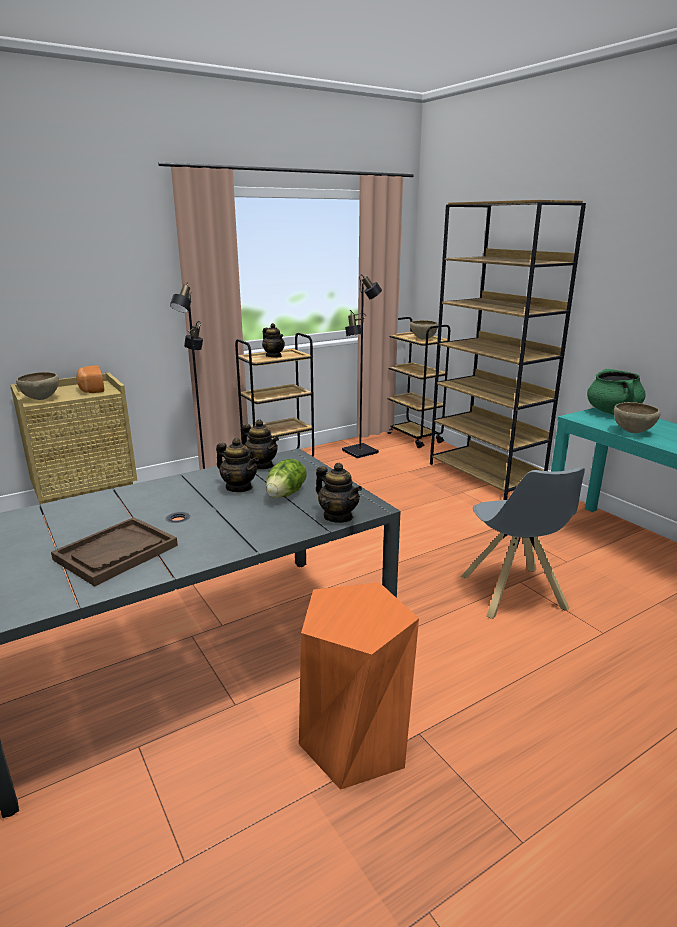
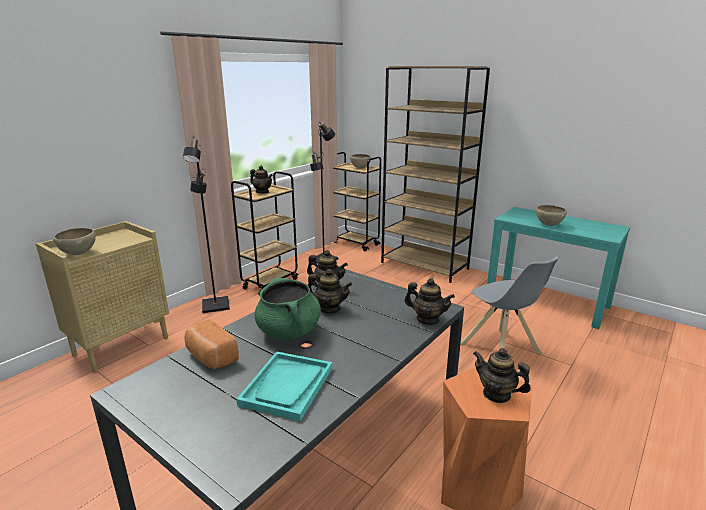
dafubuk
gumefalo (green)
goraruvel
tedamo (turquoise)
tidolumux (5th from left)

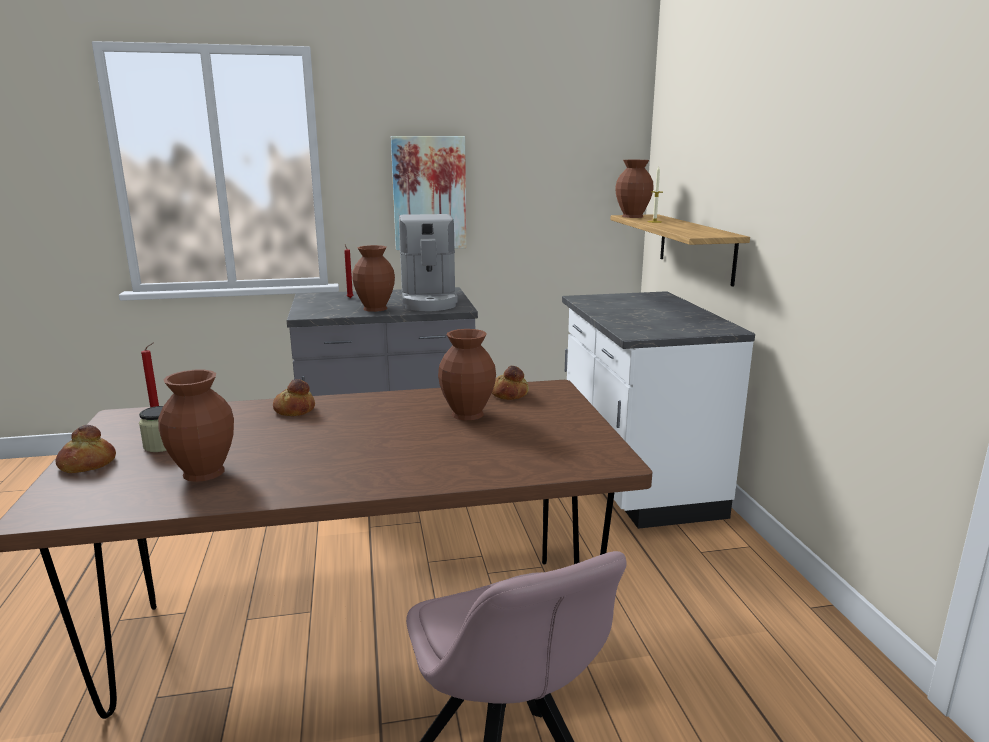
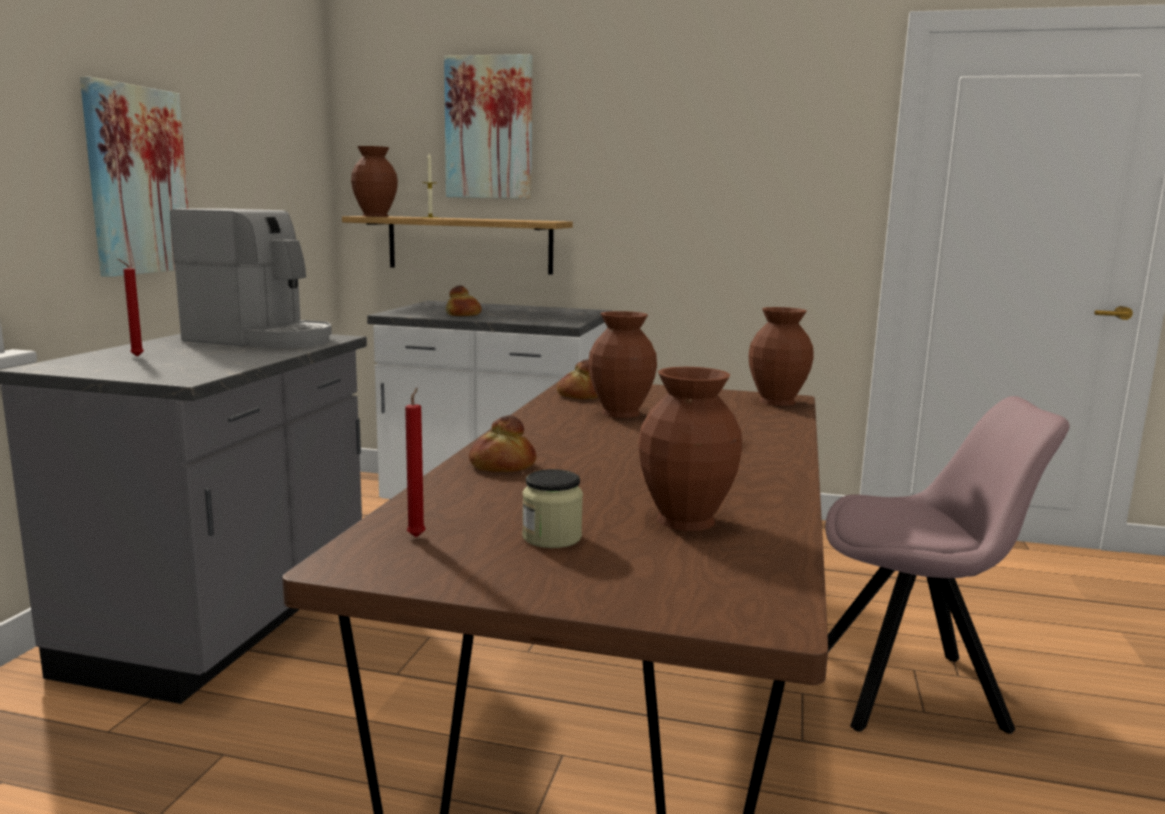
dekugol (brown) (4th from left)
dafubuk (1st from left)
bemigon (2nd from left)

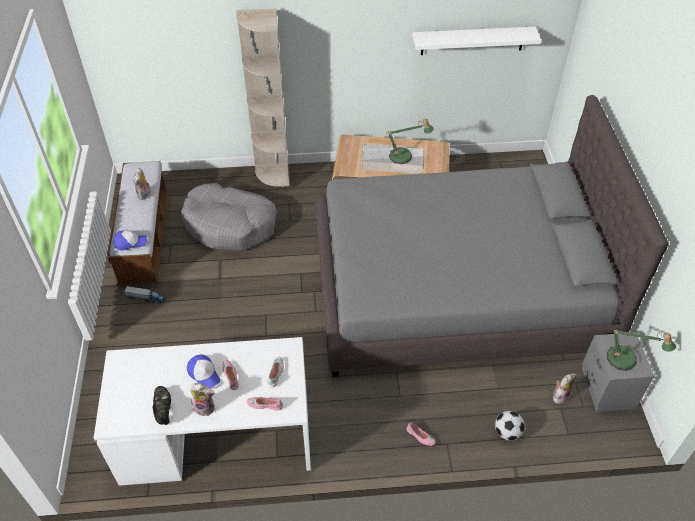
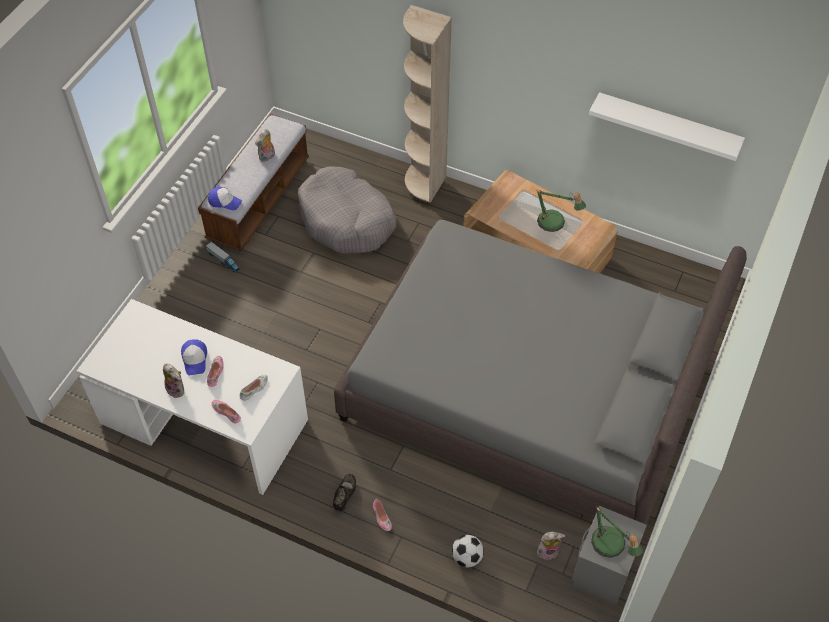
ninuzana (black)

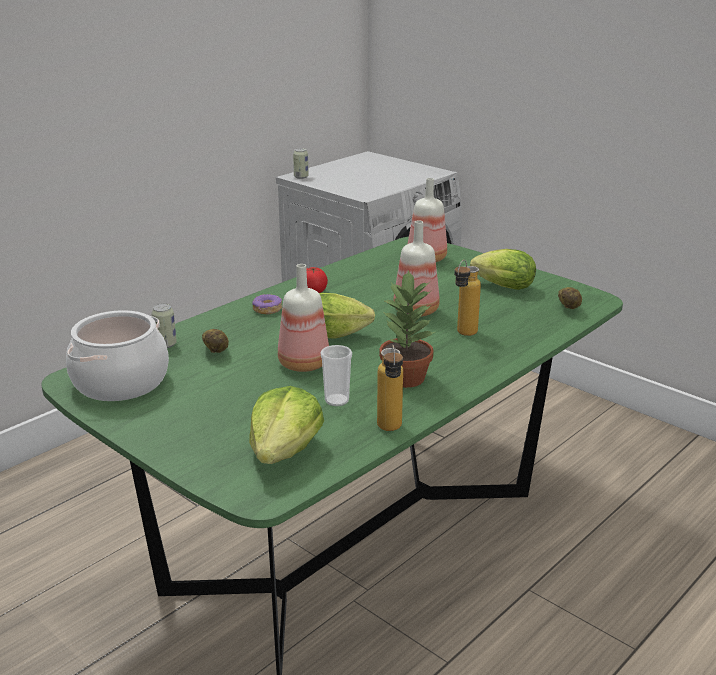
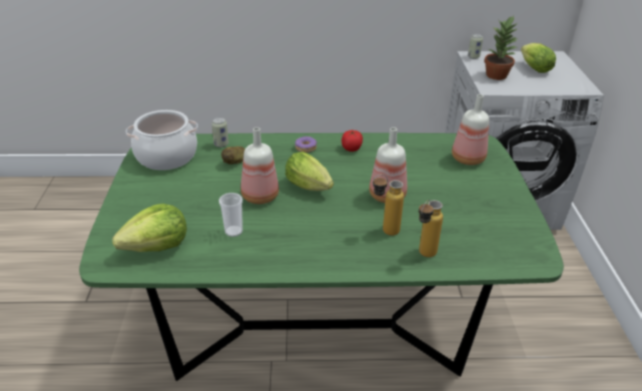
goraruvel (3rd from left)
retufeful
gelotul (2nd from left in the first image)
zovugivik (4th from left)

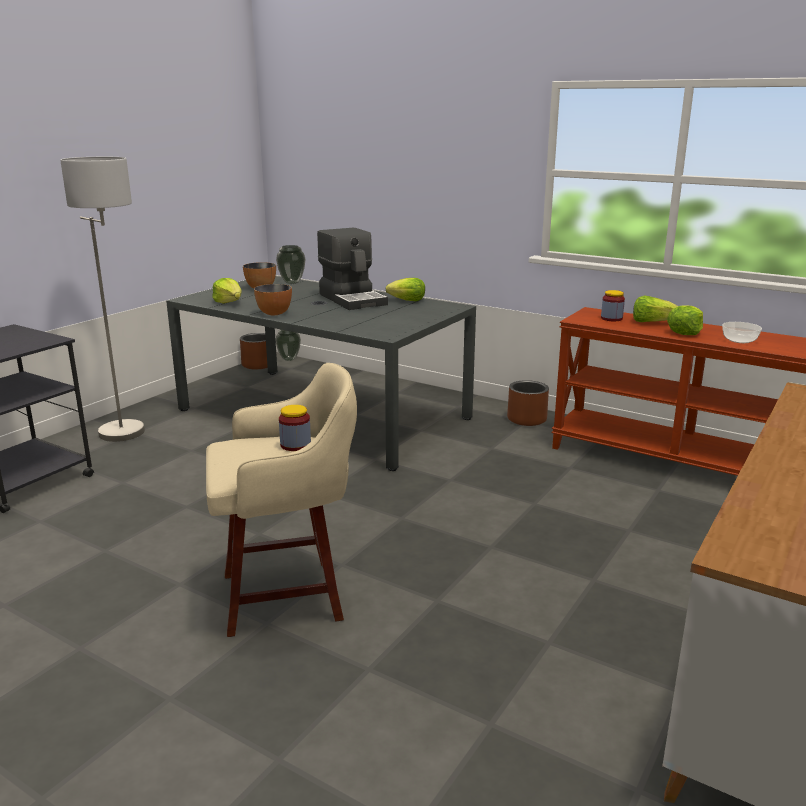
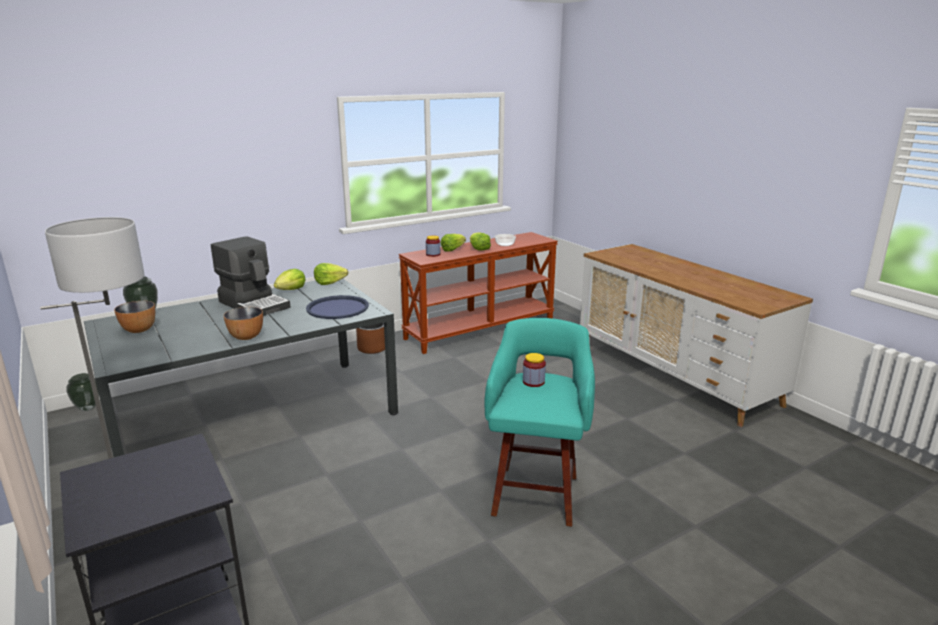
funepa
goraruvel (2nd from left)
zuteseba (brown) (1st from left in the first image)
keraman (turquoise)
tedamo (blue)

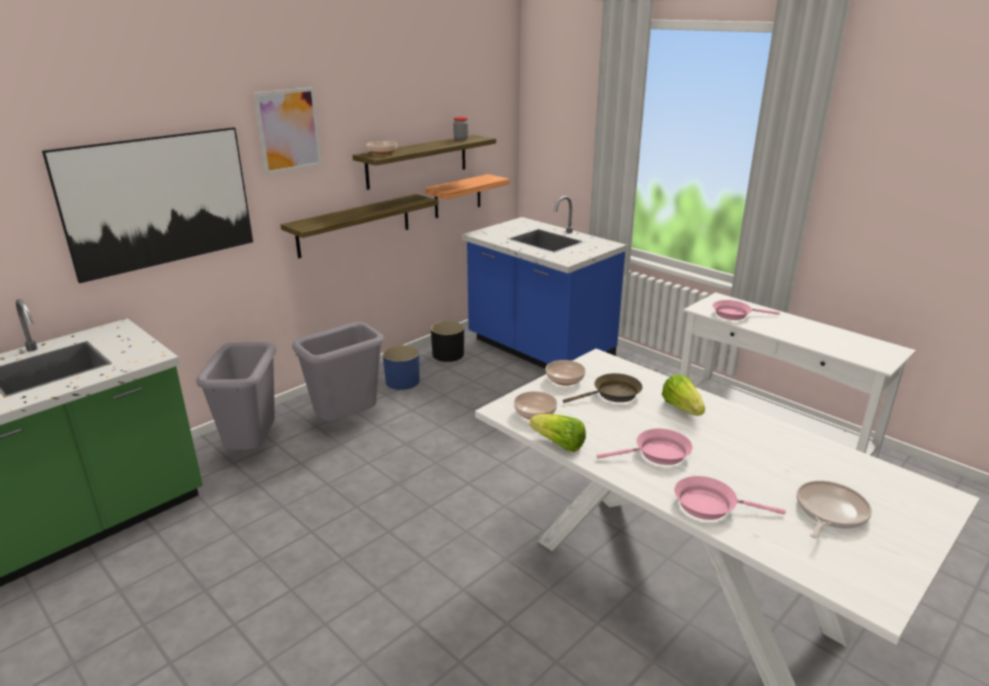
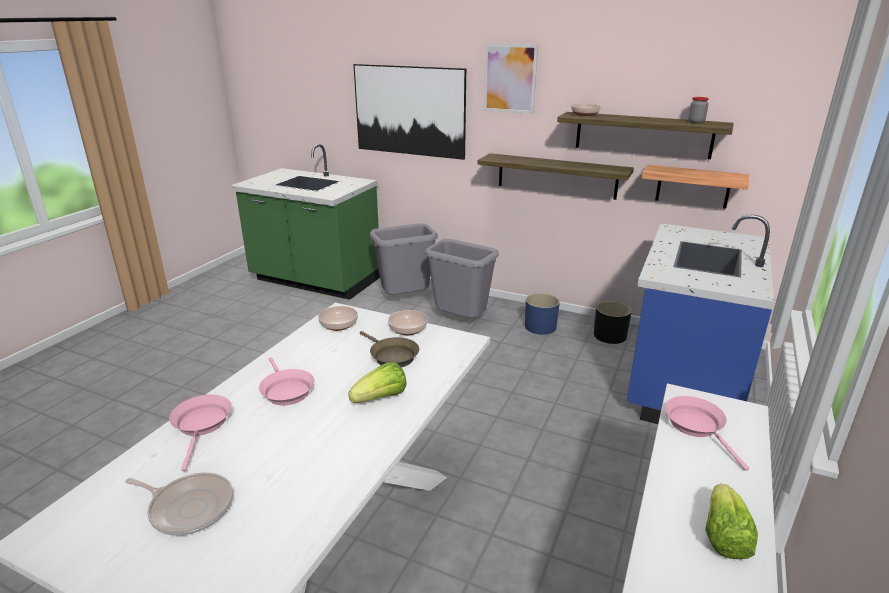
goraruvel (2nd from left)

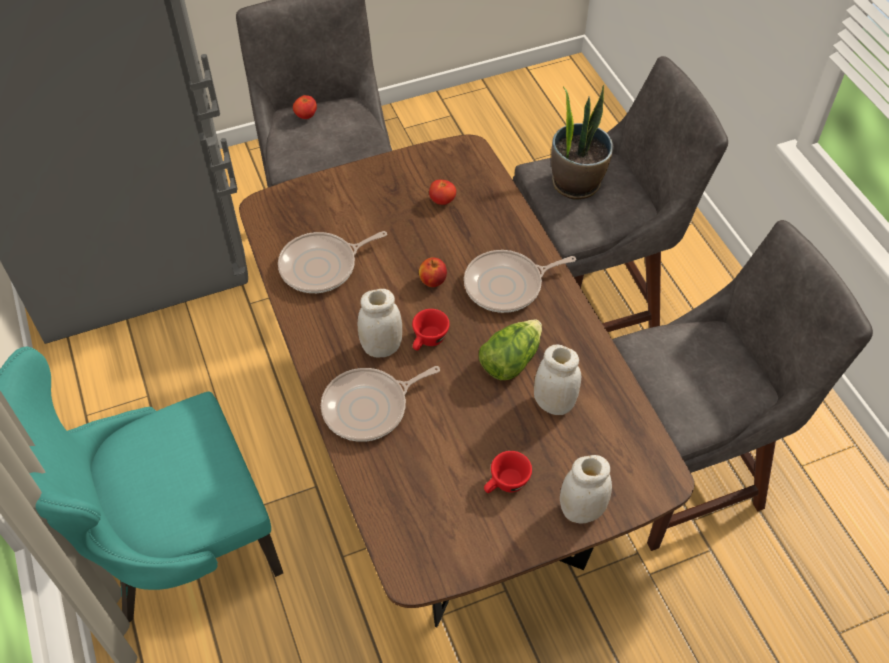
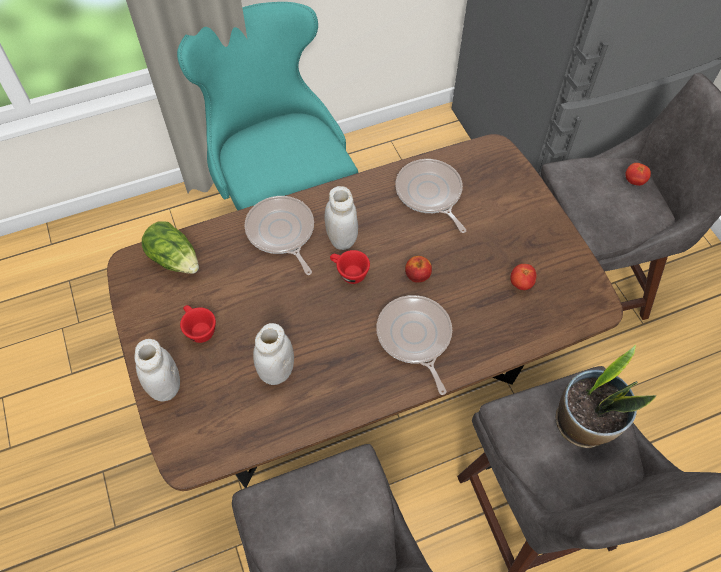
goraruvel

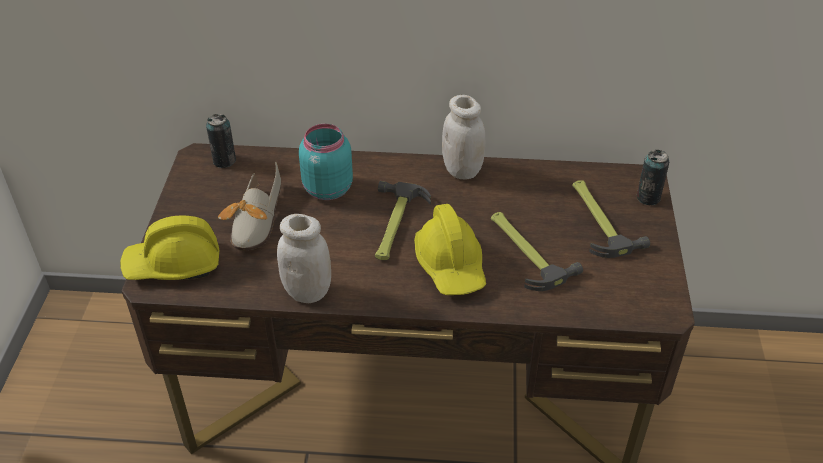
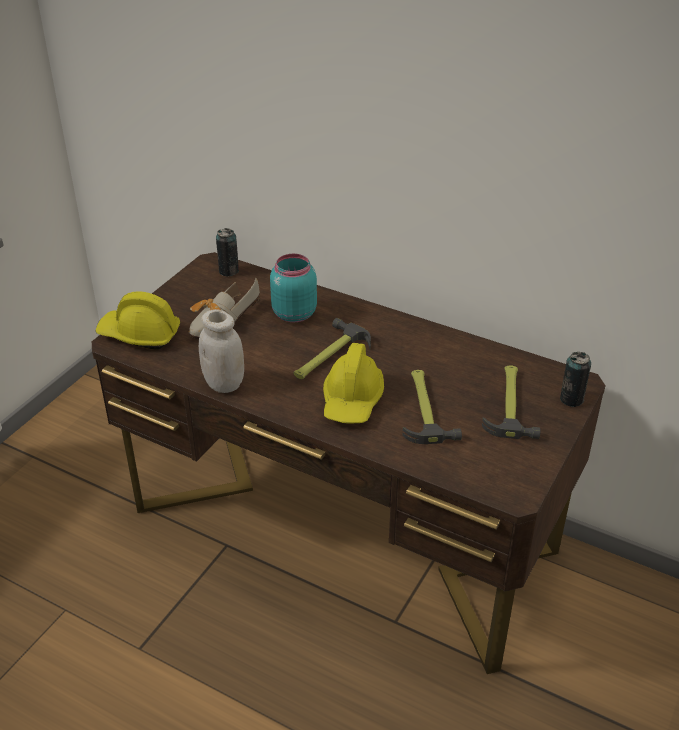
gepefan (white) (2nd from left in the first image)

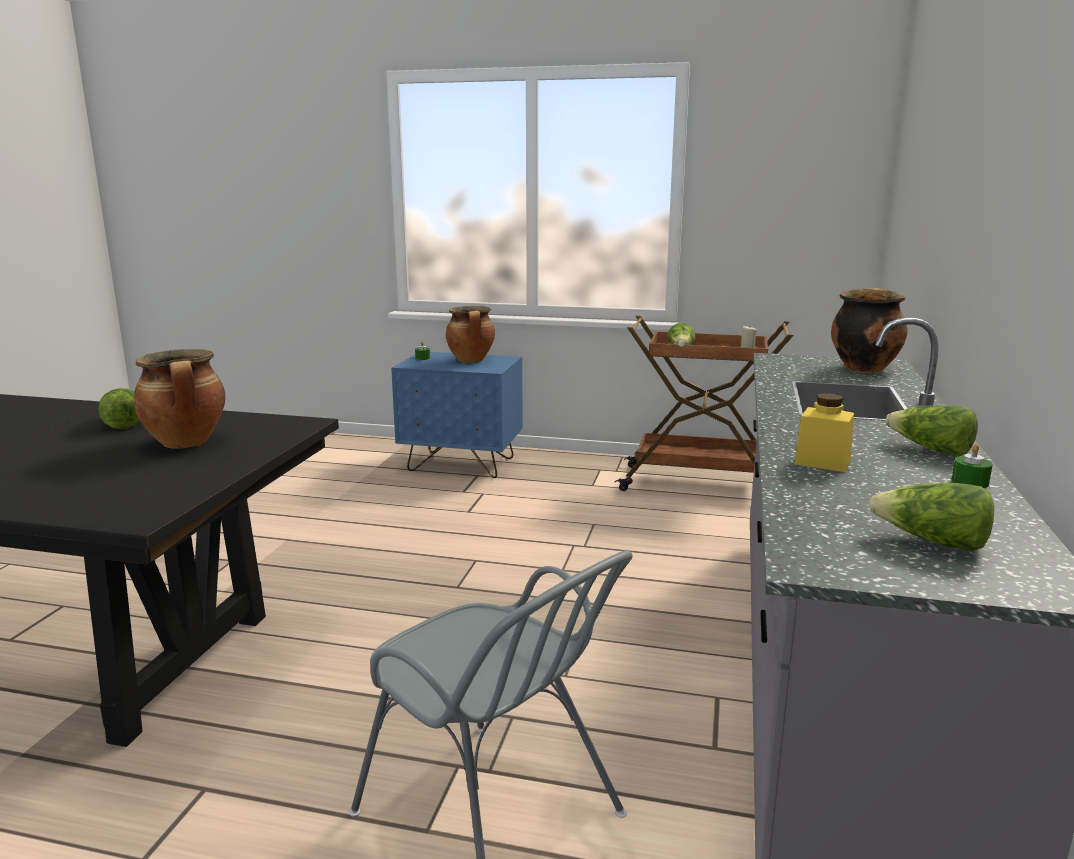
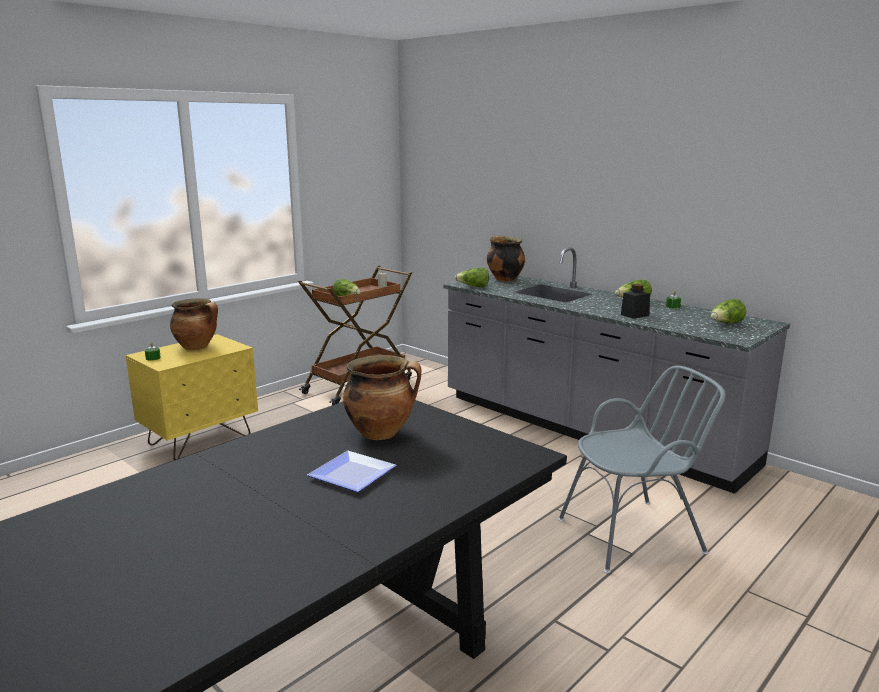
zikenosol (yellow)
goraruvel (2nd from left)
gepefan (black)
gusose

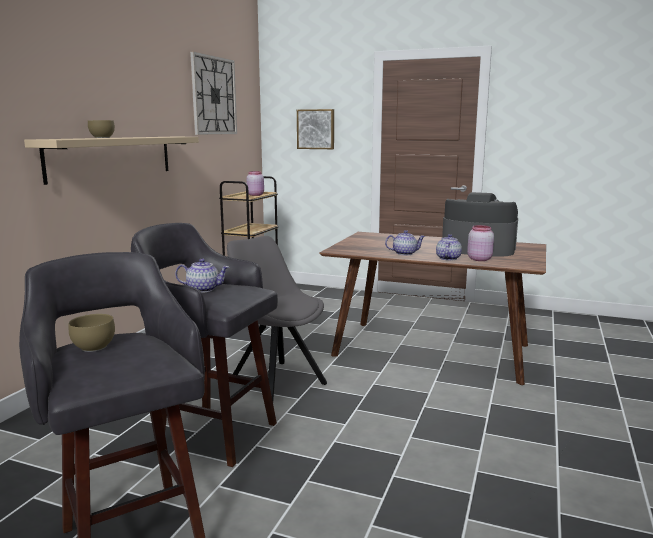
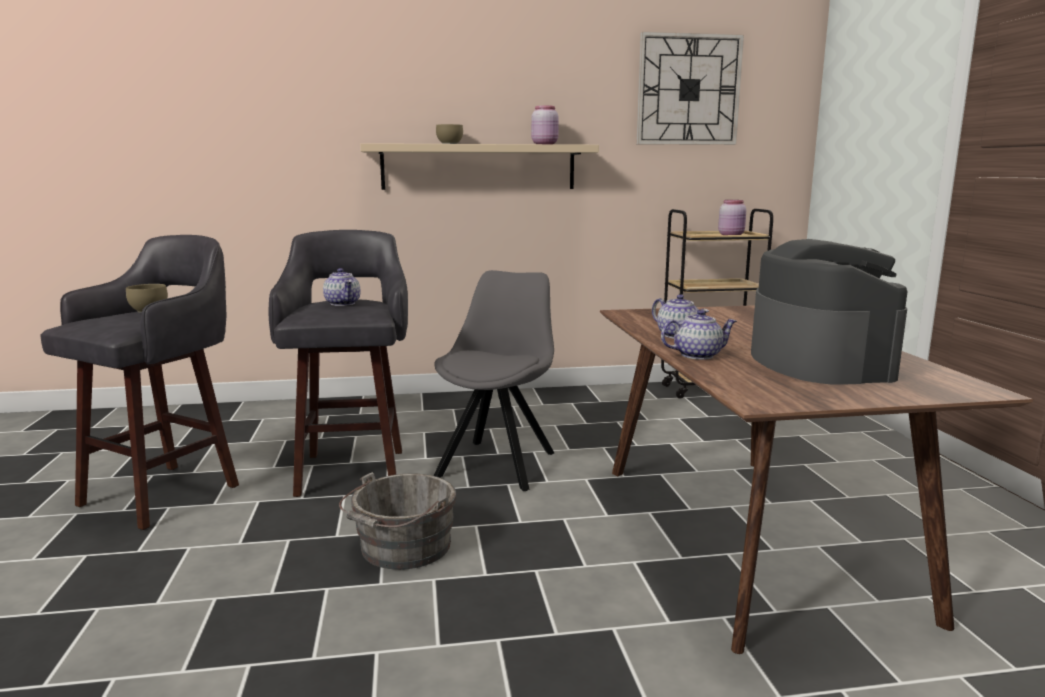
bemigon
gepefan (pink) (1st from left)
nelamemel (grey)

